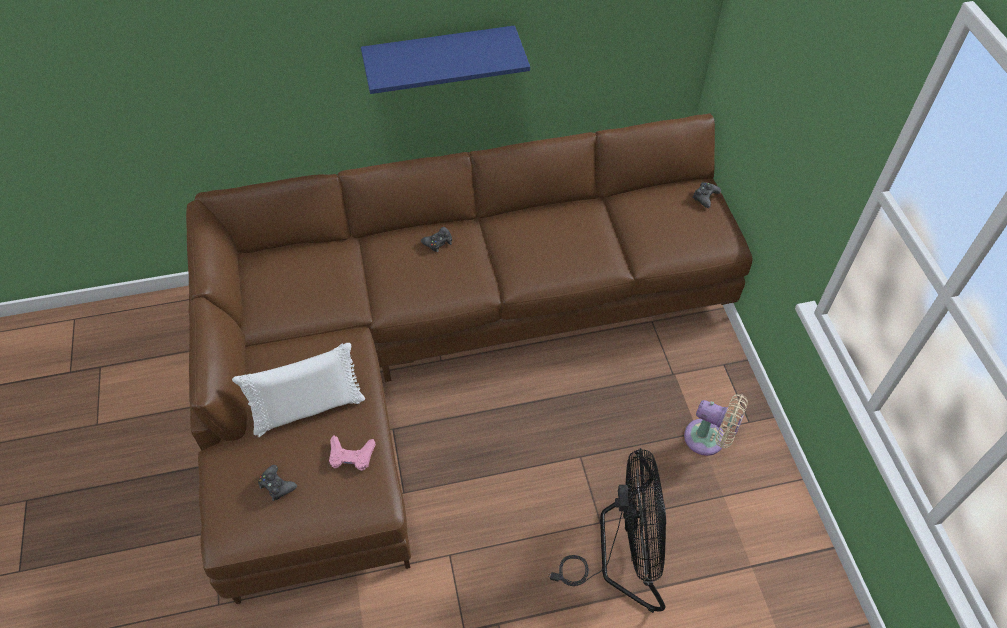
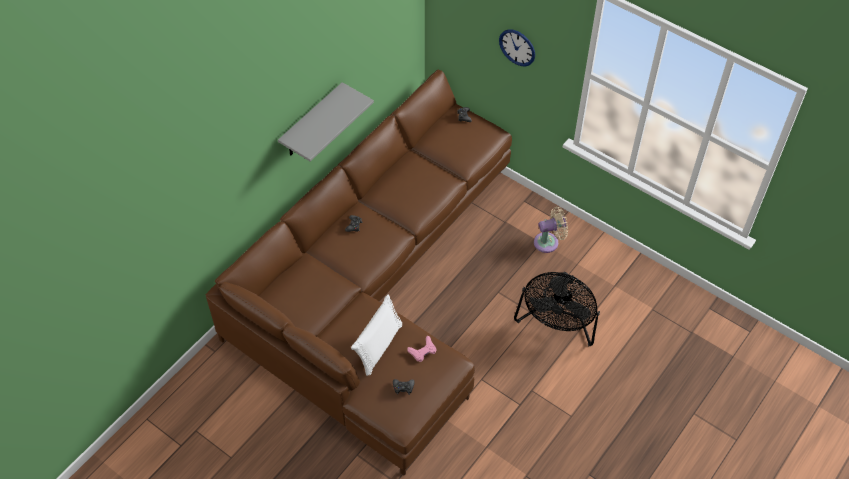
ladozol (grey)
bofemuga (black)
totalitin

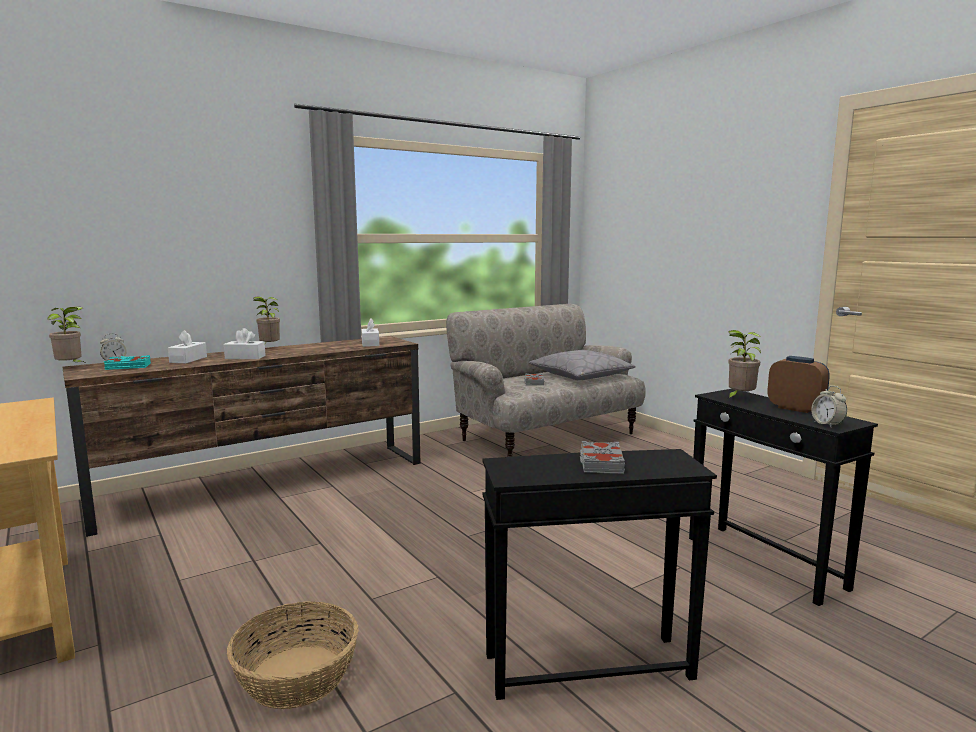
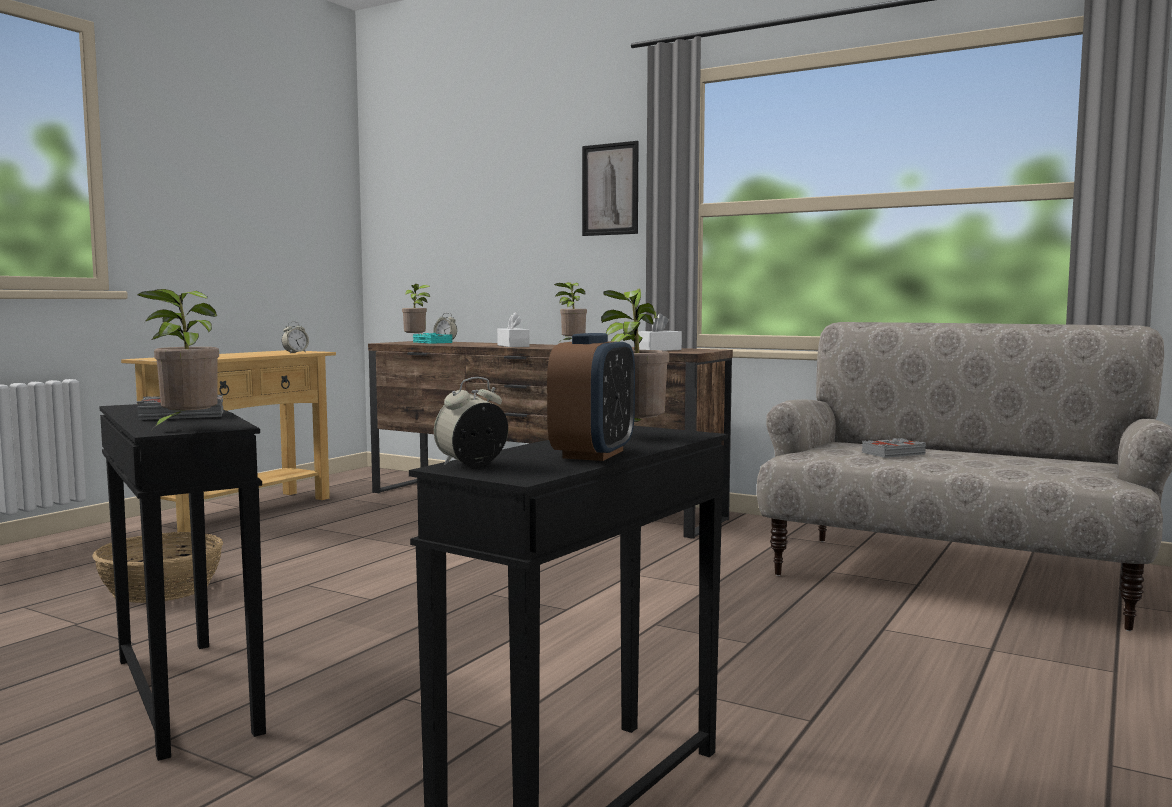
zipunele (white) (1st from left in the first image)
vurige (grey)
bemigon
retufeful (1st from left)
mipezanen (1st from left)

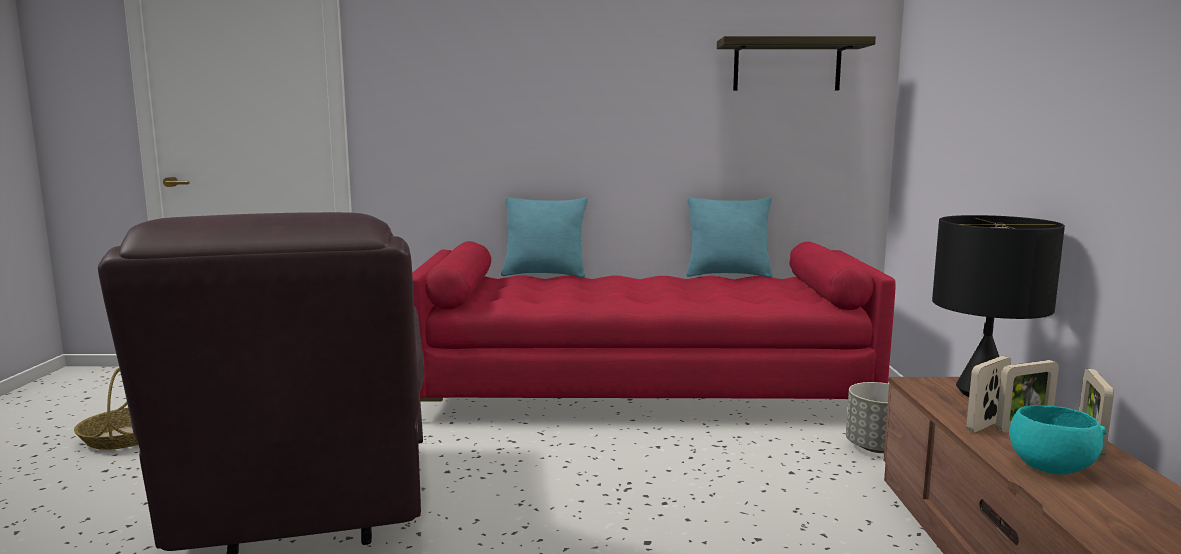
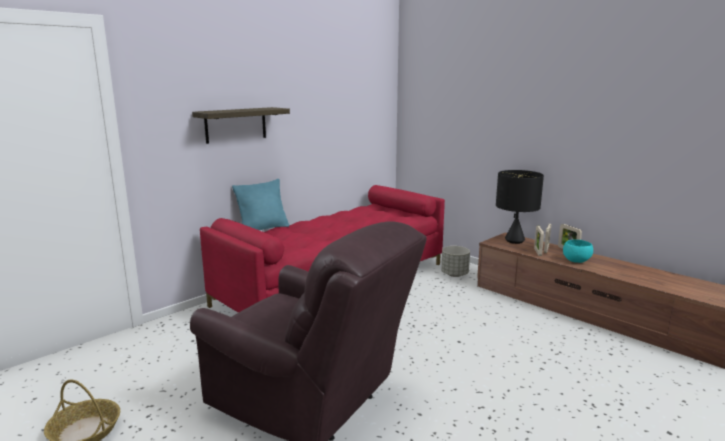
ladozol
vurige (turquoise) (2nd from left in the first image)

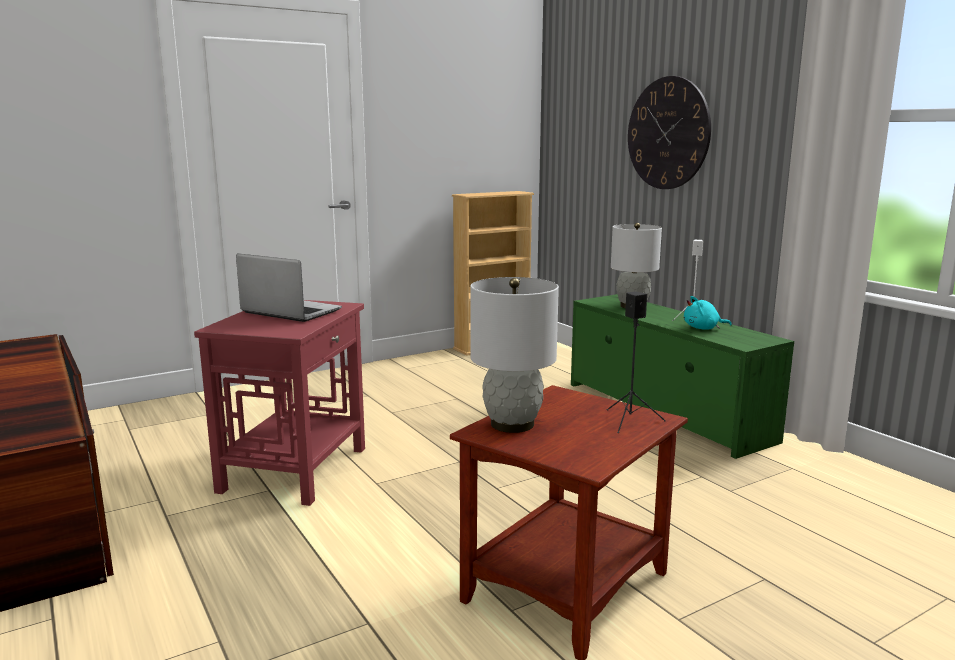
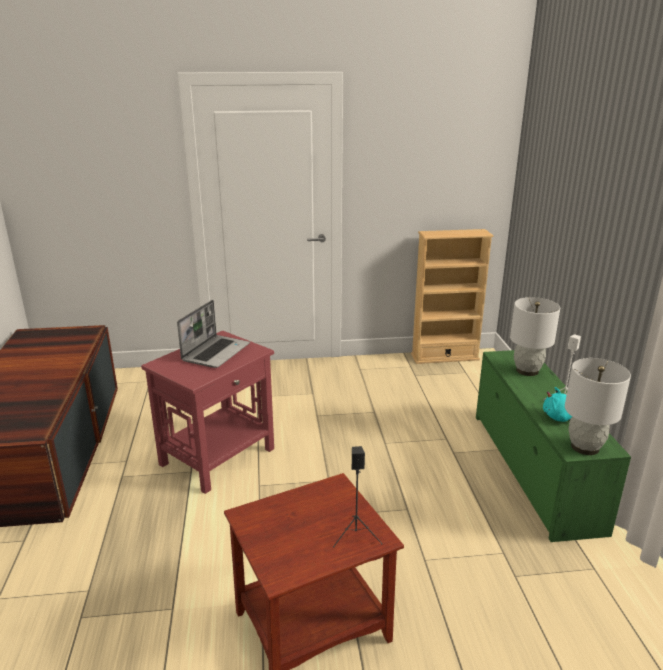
totalitin
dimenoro
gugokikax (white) (2nd from left)

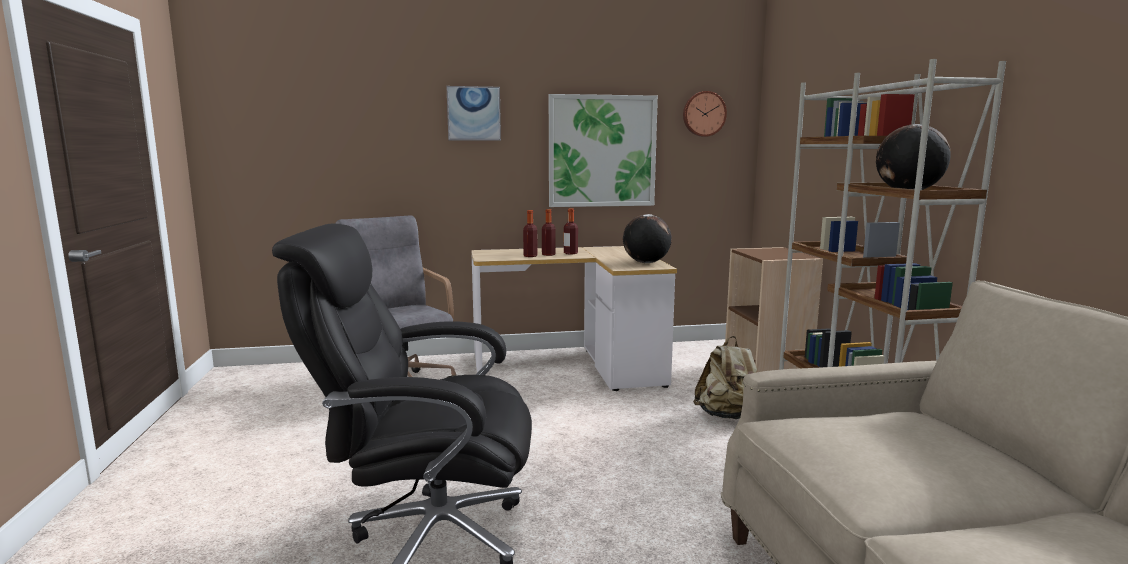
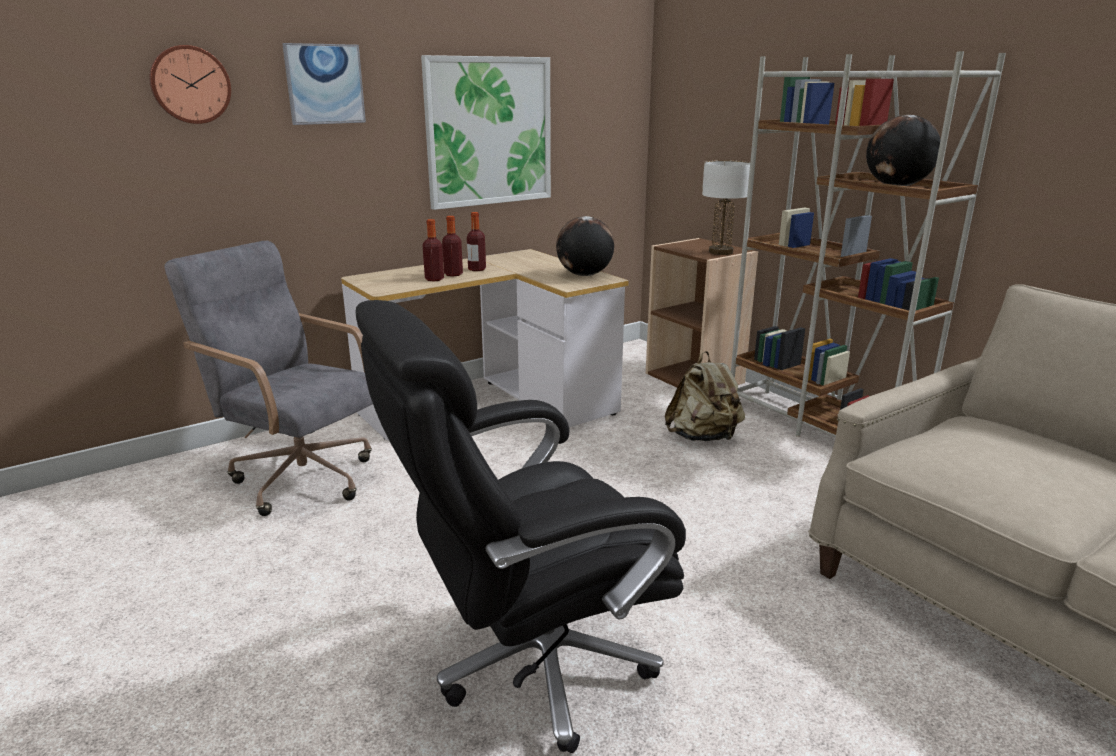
totalitin
gugokikax

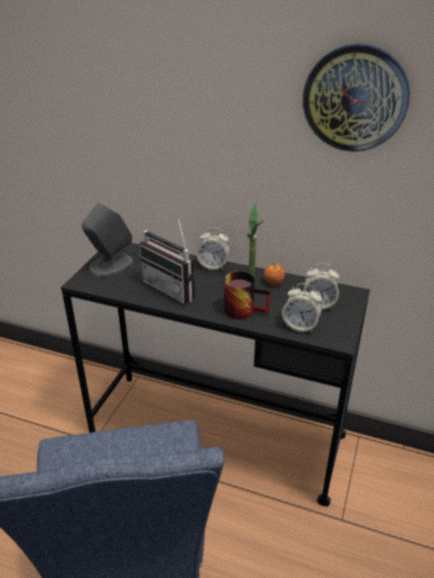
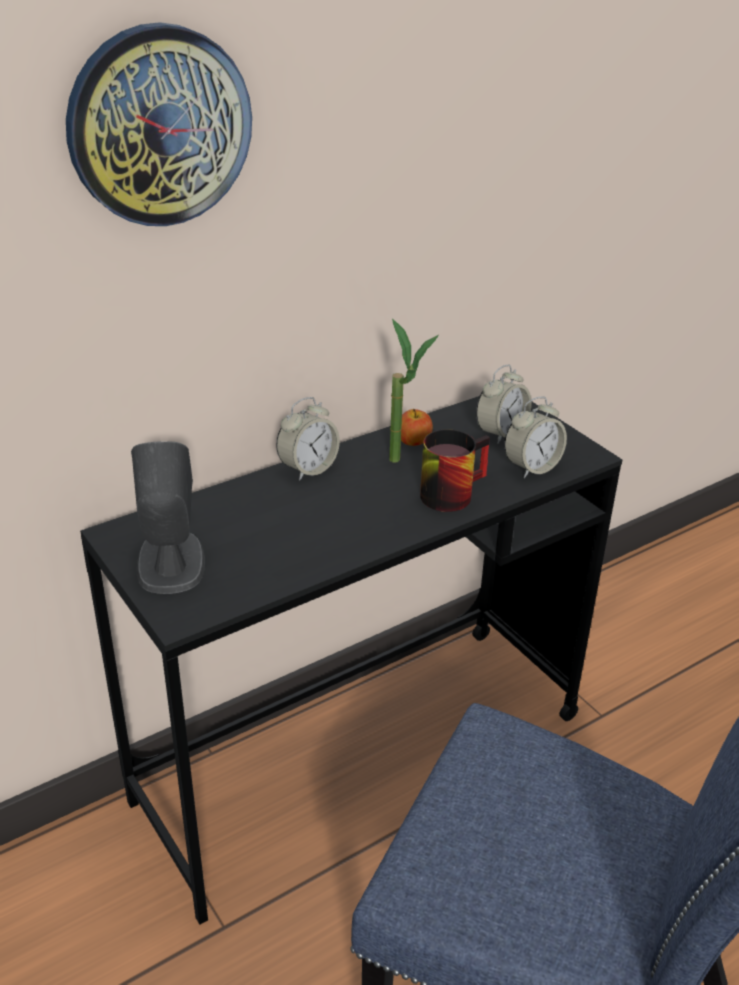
totalitin
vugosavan

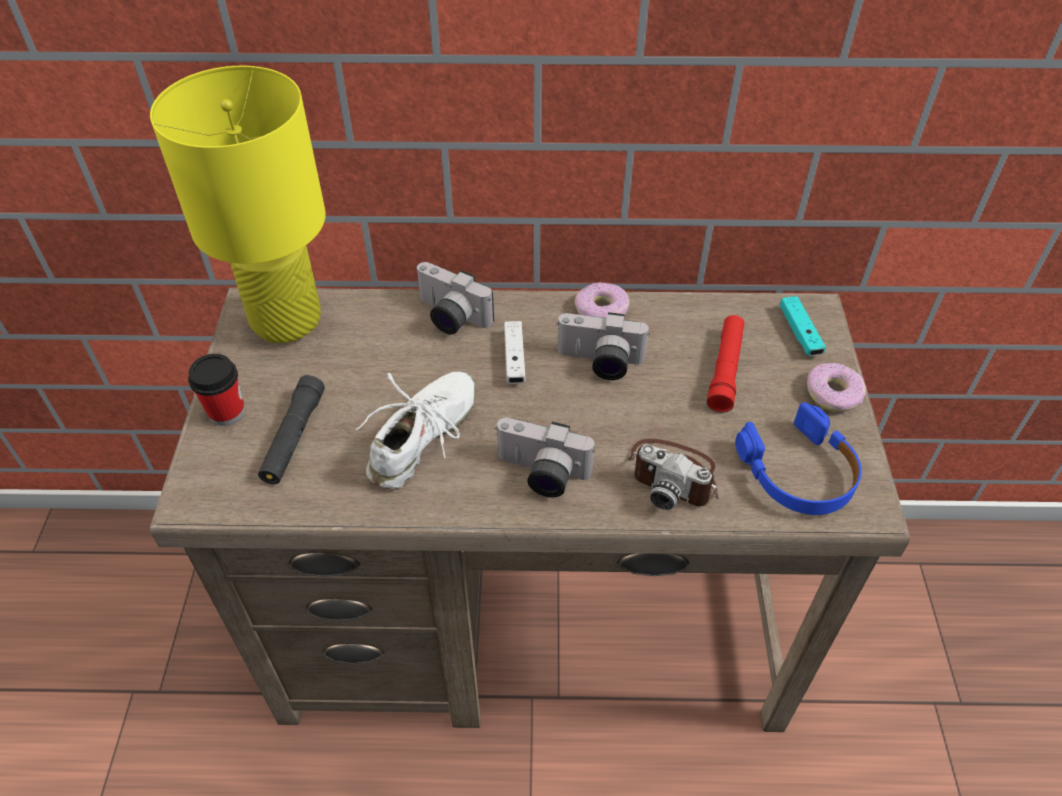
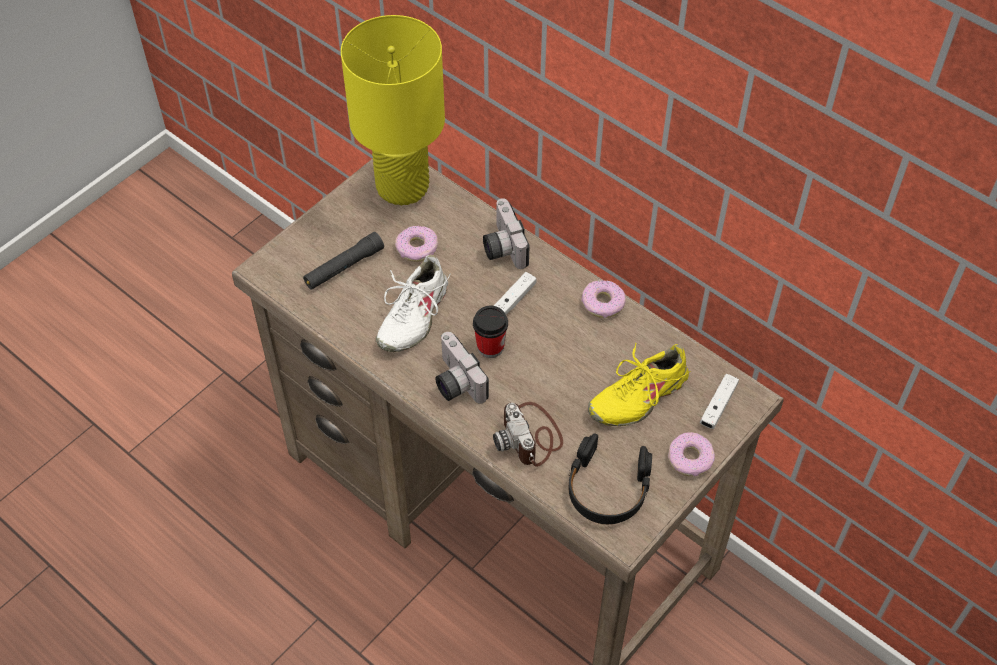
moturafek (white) (2nd from left)
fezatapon (3rd from left in the first image)
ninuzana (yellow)
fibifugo
ninuzana (white)
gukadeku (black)
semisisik (1st from left)

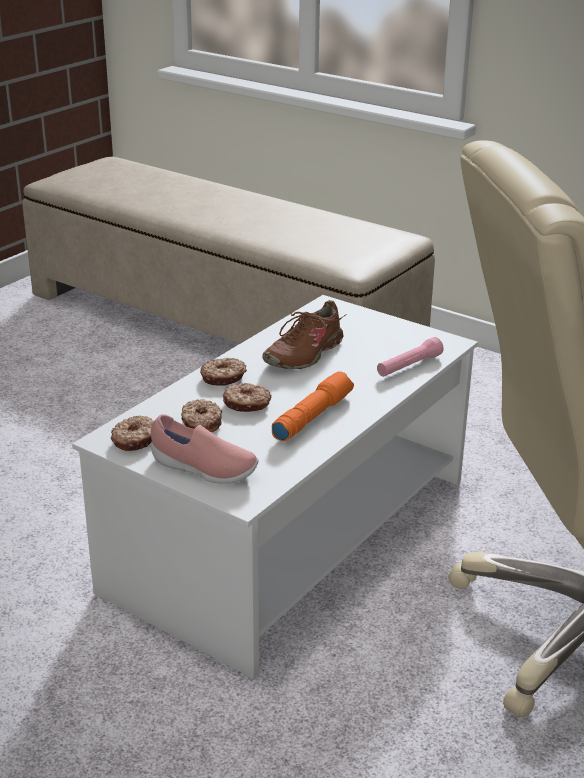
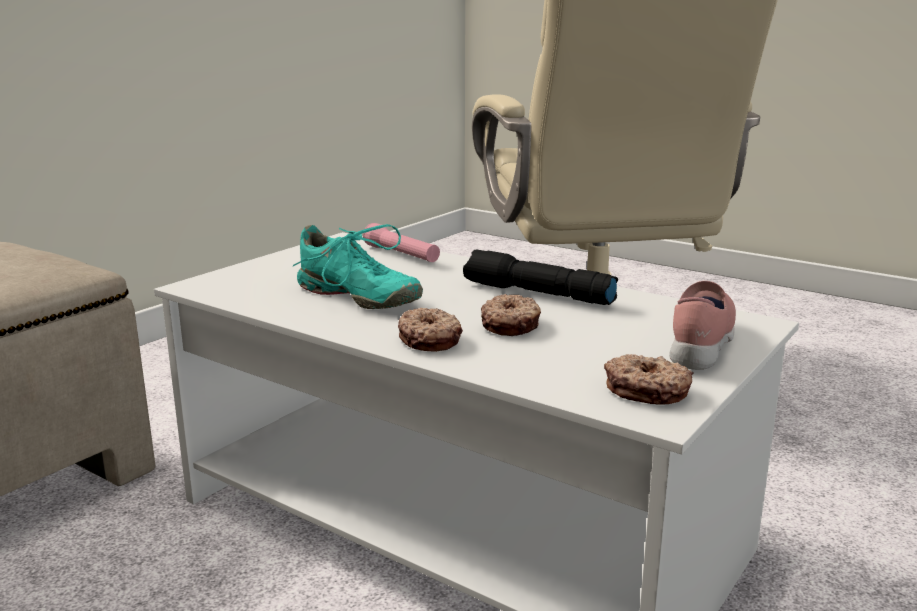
ninuzana (turquoise)
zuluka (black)
semisisik (2nd from left in the first image)

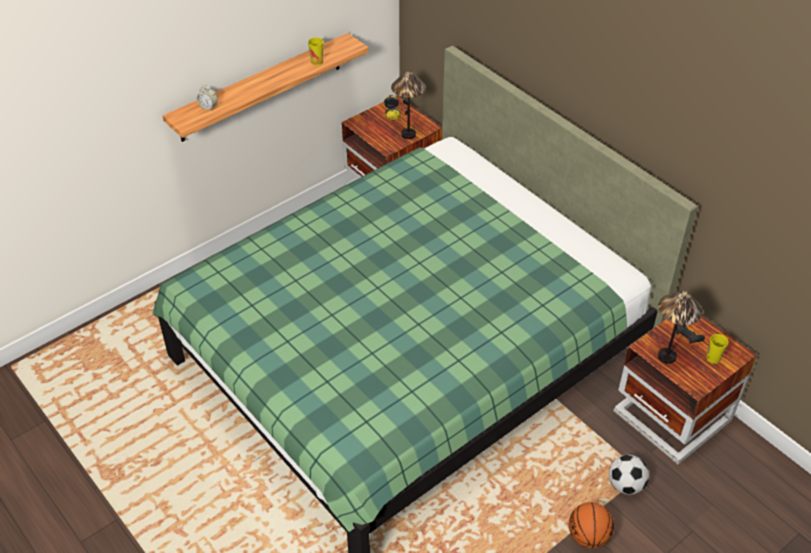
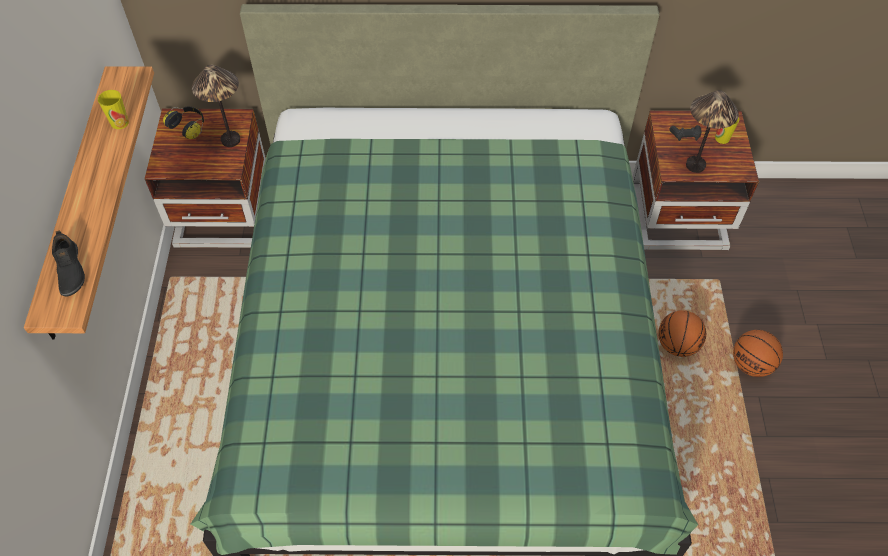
ninuzana (black)
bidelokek
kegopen (1st from left)

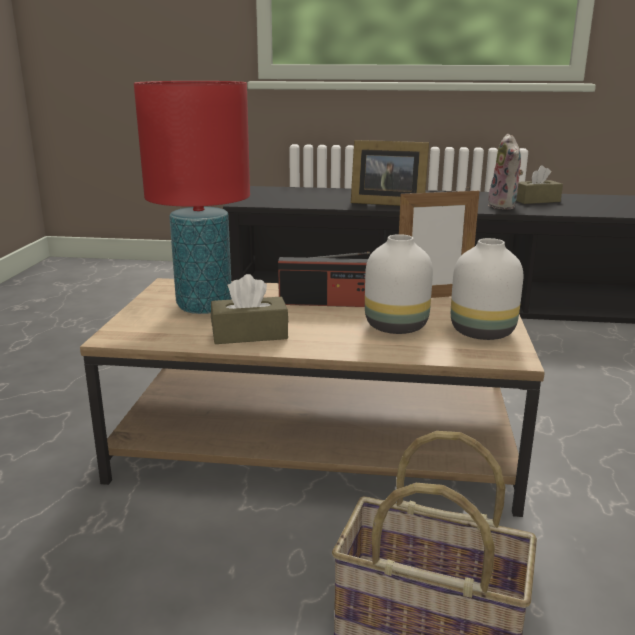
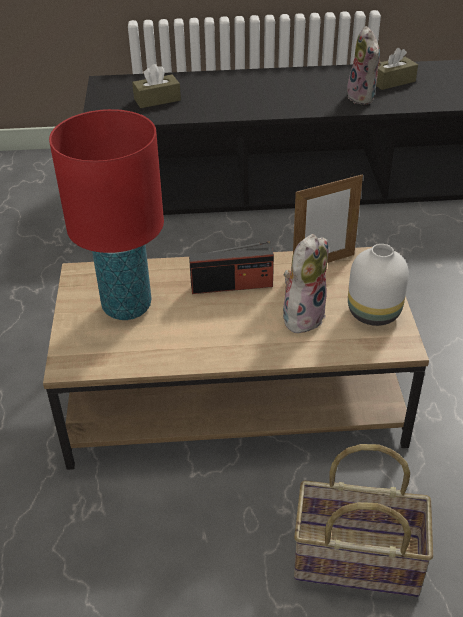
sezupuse (1st from left in the first image)
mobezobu (1st from left)
zipunele (brown) (1st from left)

